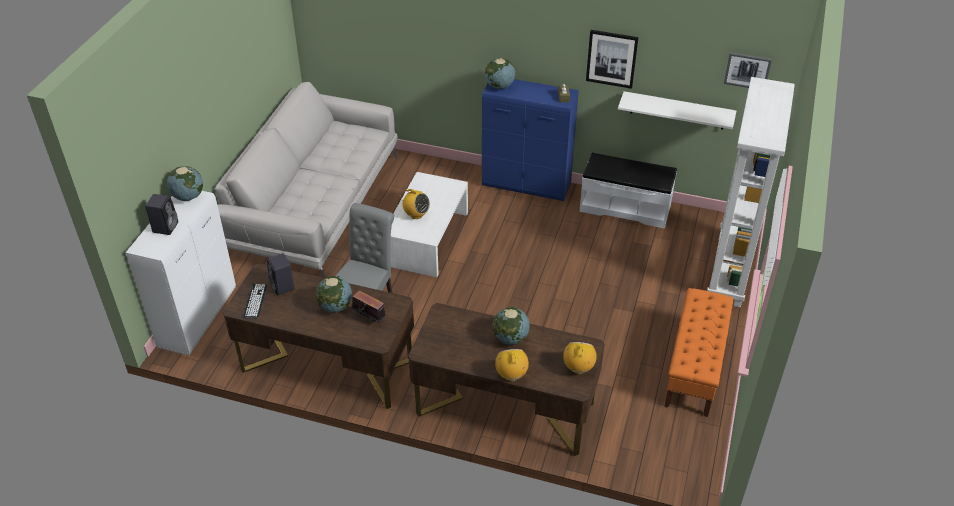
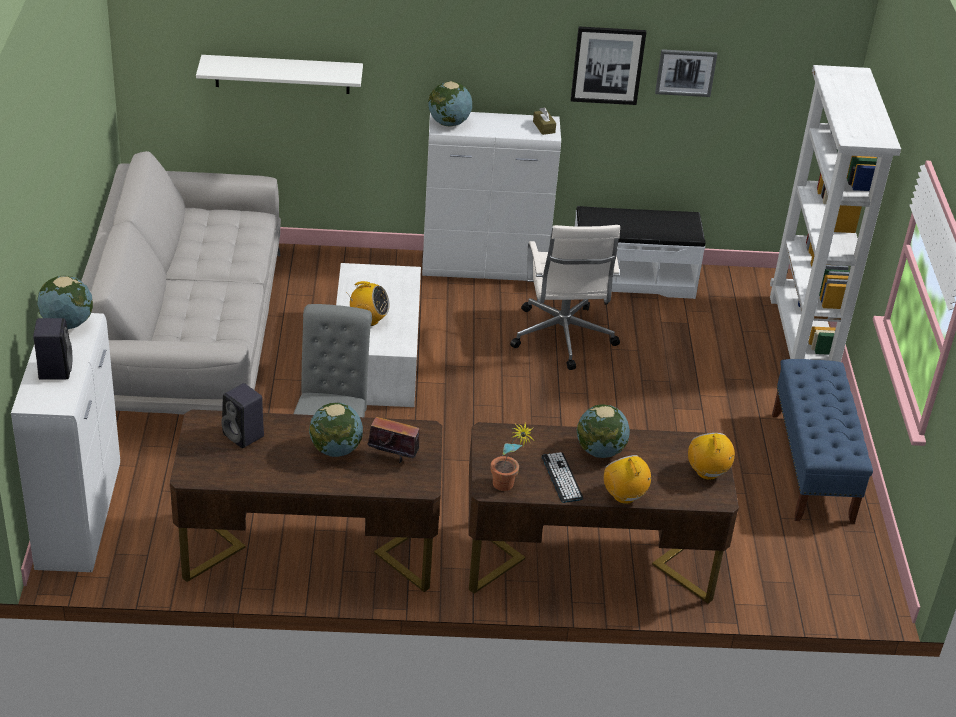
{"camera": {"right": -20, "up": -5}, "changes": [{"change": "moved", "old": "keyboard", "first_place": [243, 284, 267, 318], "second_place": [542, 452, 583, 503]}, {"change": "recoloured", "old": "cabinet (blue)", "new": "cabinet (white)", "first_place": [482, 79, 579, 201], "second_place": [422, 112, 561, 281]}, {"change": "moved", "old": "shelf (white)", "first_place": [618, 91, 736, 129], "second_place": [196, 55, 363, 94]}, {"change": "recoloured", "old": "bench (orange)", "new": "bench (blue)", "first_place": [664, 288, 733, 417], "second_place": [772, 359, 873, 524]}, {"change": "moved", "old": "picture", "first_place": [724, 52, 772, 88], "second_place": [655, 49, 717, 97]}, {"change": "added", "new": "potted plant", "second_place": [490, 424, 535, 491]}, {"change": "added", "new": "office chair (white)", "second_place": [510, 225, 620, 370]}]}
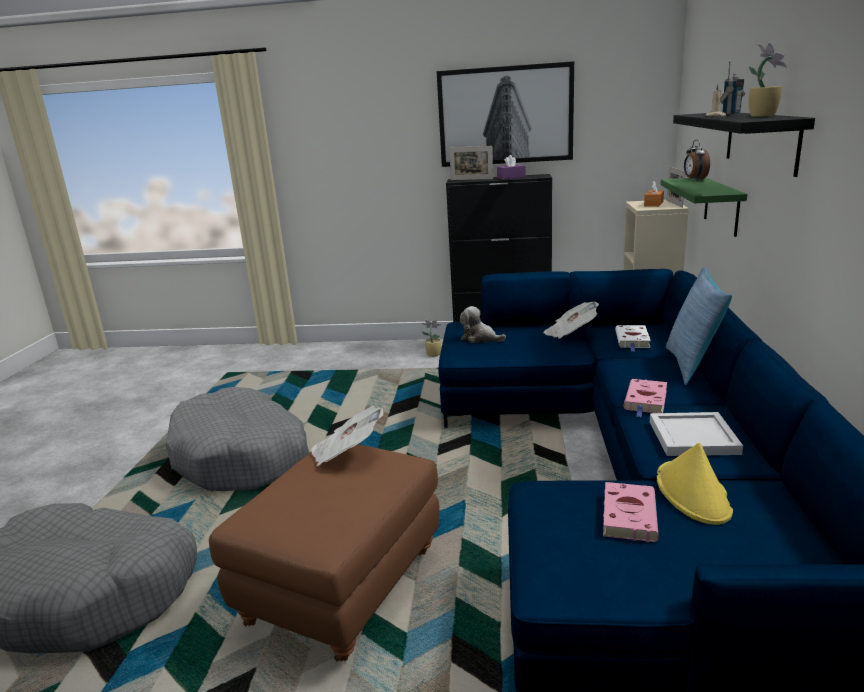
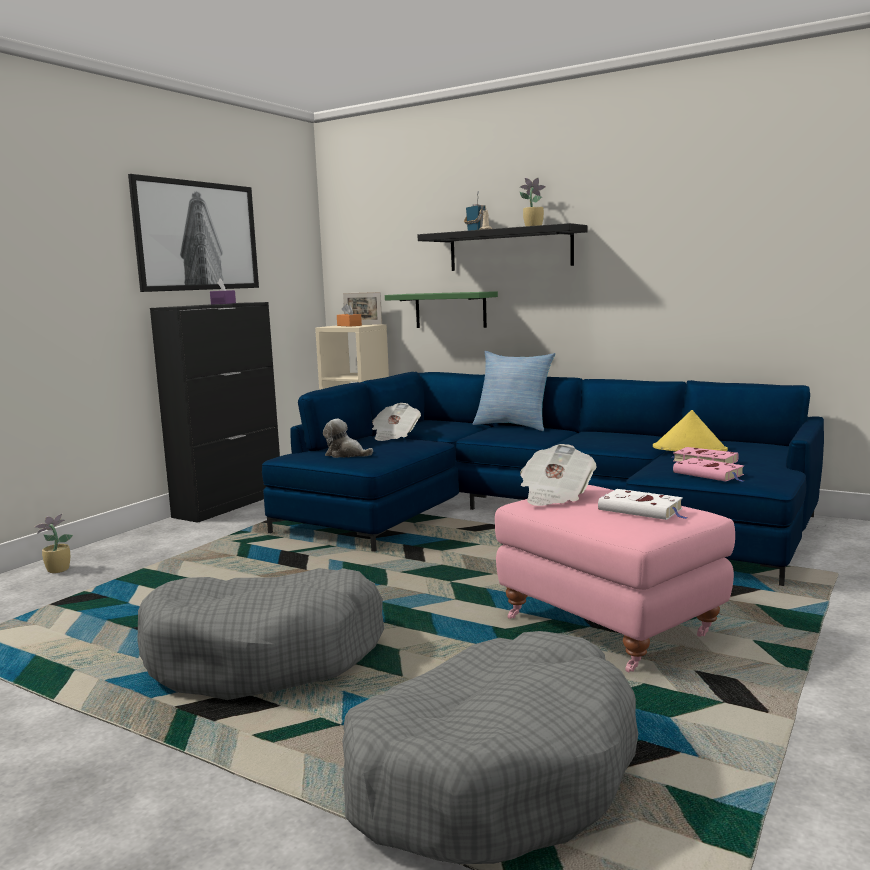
{"camera": {"right": -65, "up": -10}, "changes": [{"change": "recoloured", "old": "ottoman (brown)", "new": "ottoman (pink)", "first_place": [209, 444, 440, 662], "second_place": [495, 485, 735, 673]}, {"change": "moved", "old": "potted plant", "first_place": [421, 320, 442, 357], "second_place": [34, 513, 73, 573]}, {"change": "removed", "old": "picture frame", "first_place": [449, 146, 493, 180]}, {"change": "turned", "old": "plush toy", "first_place": [460, 306, 506, 343], "second_place": [323, 419, 373, 458], "degrees": 60}, {"change": "moved", "old": "book (white)", "first_place": [615, 325, 651, 351], "second_place": [598, 489, 689, 520]}, {"change": "moved", "old": "book (pink)", "first_place": [624, 379, 667, 417], "second_place": [673, 458, 744, 482]}, {"change": "removed", "old": "tray (white)", "first_place": [650, 412, 743, 456]}, {"change": "removed", "old": "alarm clock", "first_place": [684, 140, 710, 181]}]}
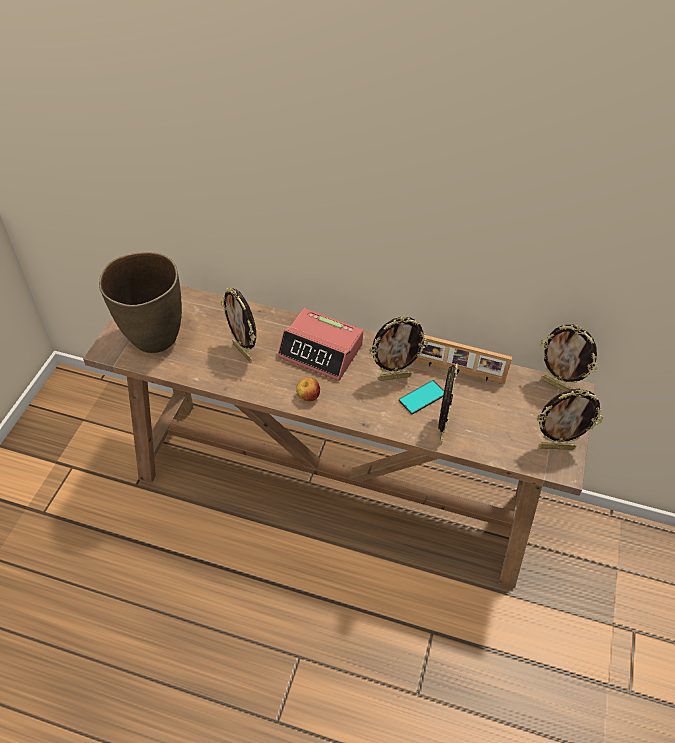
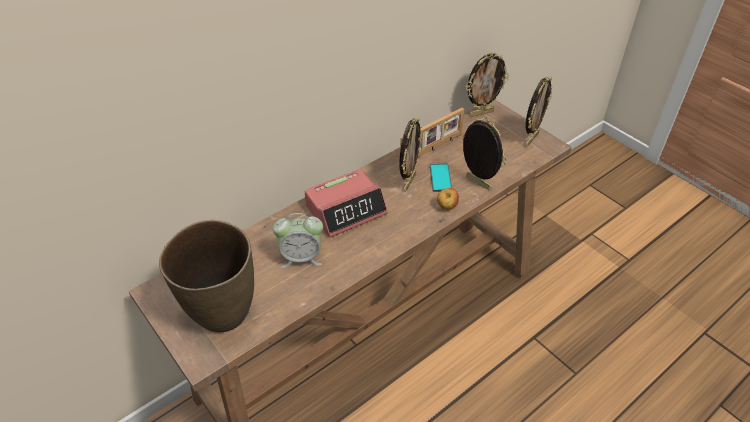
{"camera": {"right": -55, "up": -5}, "changes": [{"change": "replaced", "old": "picture frame", "new": "alarm clock", "first_place": [221, 288, 256, 362], "second_place": [273, 213, 323, 268]}, {"change": "moved", "old": "apple", "first_place": [296, 377, 320, 401], "second_place": [437, 188, 459, 210]}]}
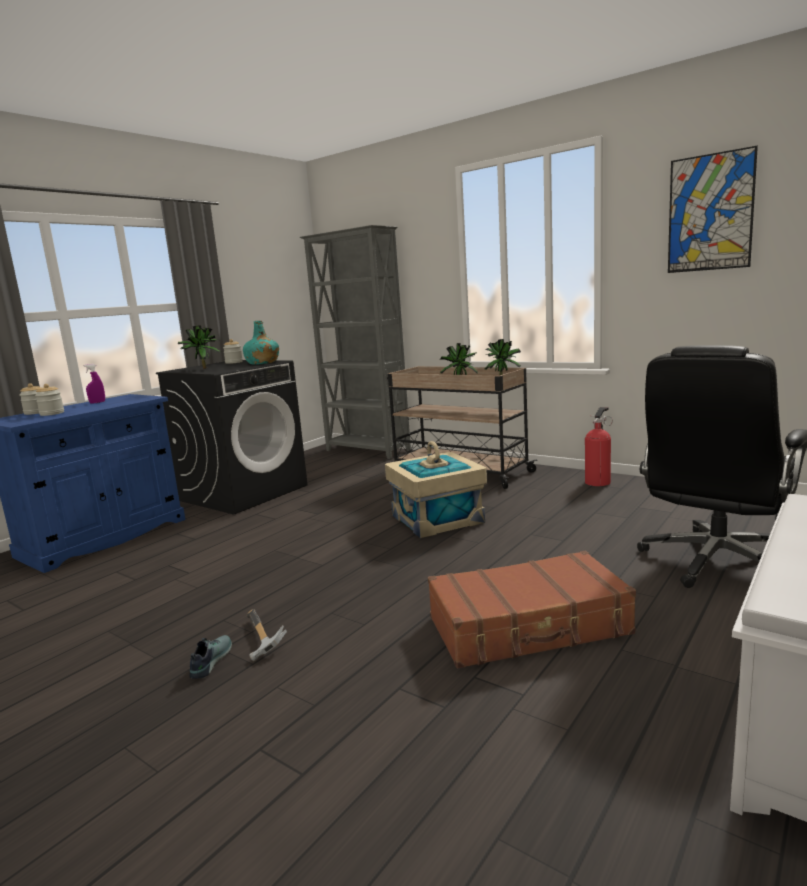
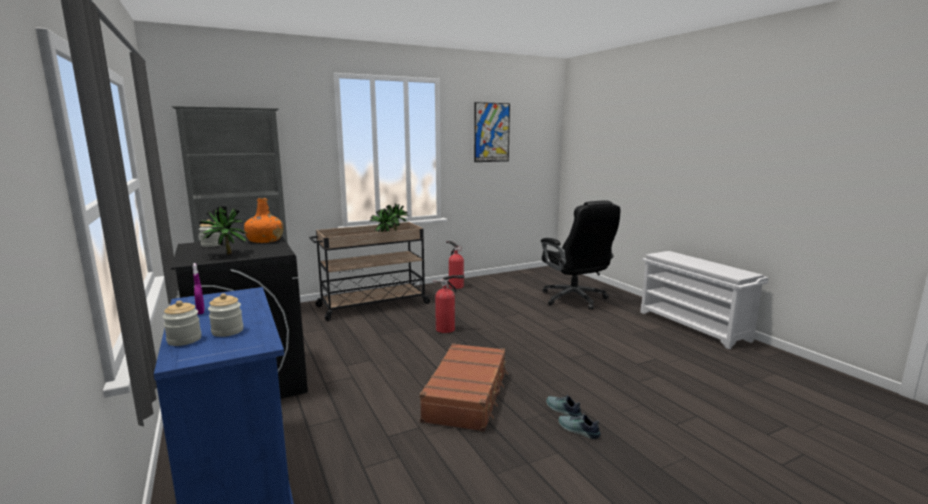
{"camera": {"right": -65, "up": 0}, "changes": [{"change": "recoloured", "old": "bottle (turquoise)", "new": "bottle (orange)", "first_place": [243, 321, 279, 365], "second_place": [244, 198, 284, 243]}, {"change": "replaced", "old": "hammer", "new": "shoe", "first_place": [247, 609, 287, 661], "second_place": [546, 395, 582, 417]}, {"change": "replaced", "old": "storage box (beige)", "new": "fire extinguisher", "first_place": [385, 441, 487, 538], "second_place": [433, 275, 465, 333]}, {"change": "moved", "old": "suitcase (brown)", "first_place": [428, 551, 636, 668], "second_place": [420, 343, 508, 432]}]}
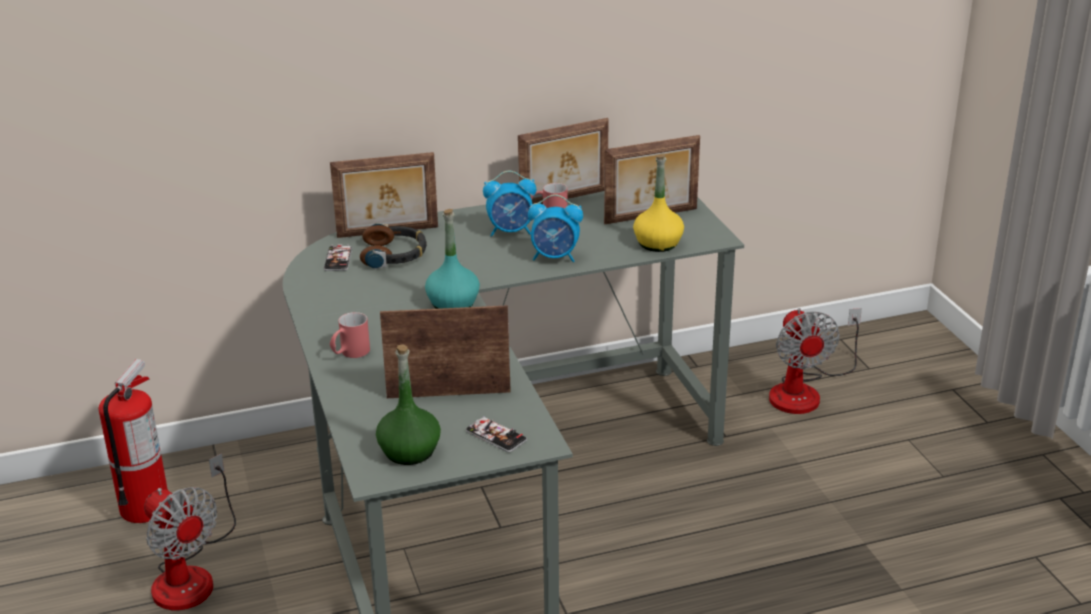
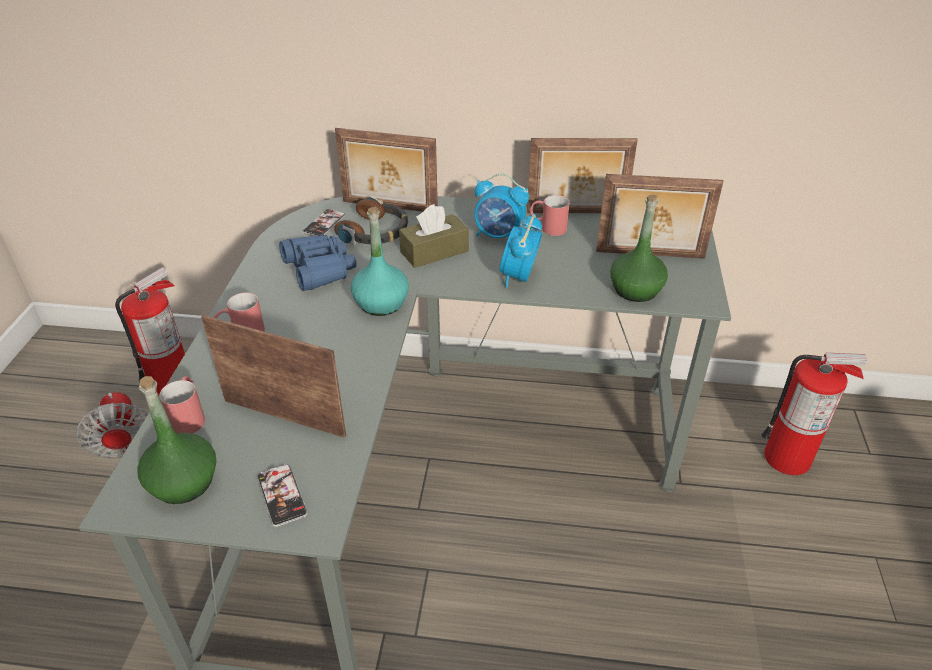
{"camera": {"right": 25, "up": 10}, "changes": [{"change": "turned", "old": "alarm clock", "first_place": [528, 194, 583, 262], "second_place": [499, 214, 542, 288], "degrees": 75}, {"change": "recoloured", "old": "bottle (yellow)", "new": "bottle (green)", "first_place": [633, 154, 684, 252], "second_place": [610, 194, 668, 302]}, {"change": "replaced", "old": "fan", "new": "fire extinguisher", "first_place": [769, 308, 862, 414], "second_place": [761, 353, 867, 475]}, {"change": "added", "new": "mug (red)", "second_place": [159, 376, 205, 434]}, {"change": "added", "new": "binoculars (blue)", "second_place": [279, 235, 357, 291]}, {"change": "added", "new": "tissue box (brown)", "second_place": [399, 204, 469, 268]}]}
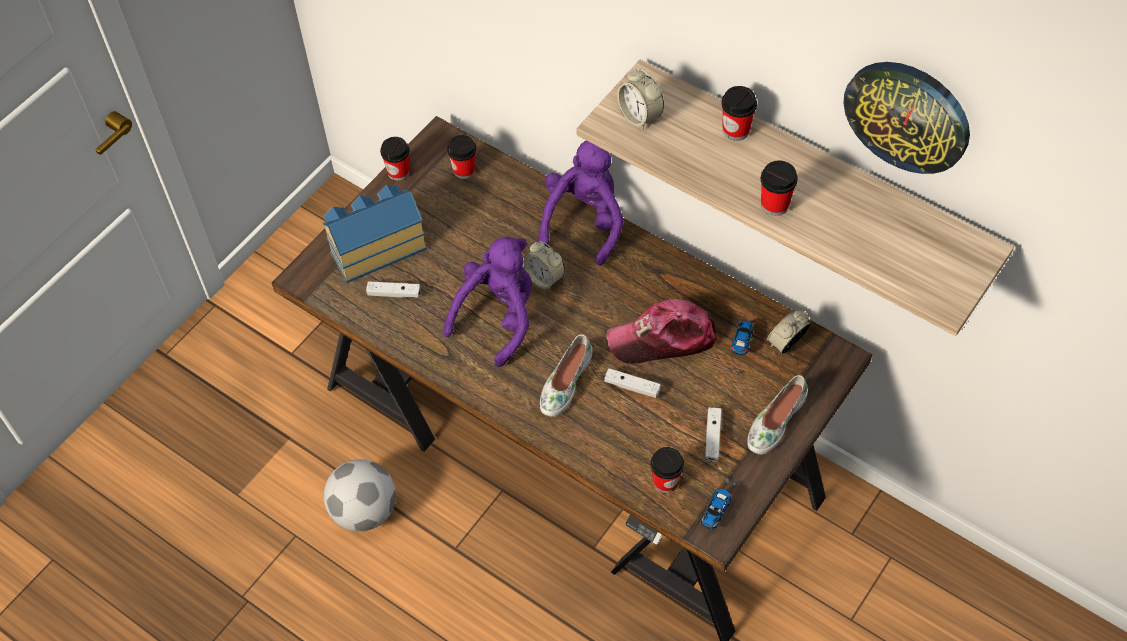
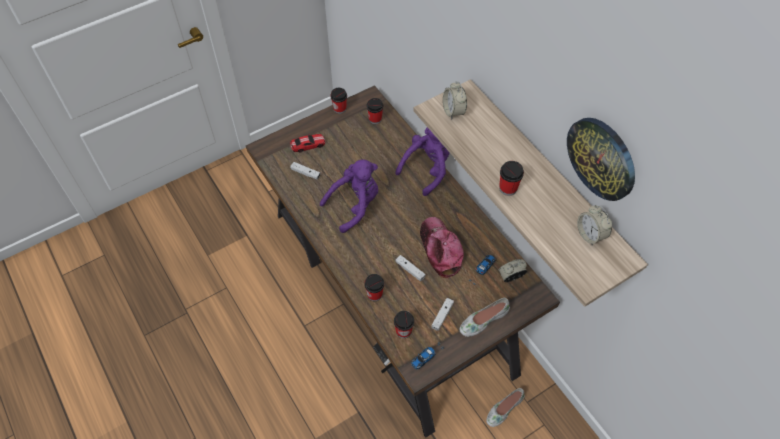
{"camera": {"right": 20, "up": 0}, "changes": [{"change": "replaced", "old": "toy house", "new": "toy car", "first_place": [323, 185, 427, 283], "second_place": [290, 134, 325, 152]}, {"change": "removed", "old": "football", "first_place": [324, 459, 396, 532]}, {"change": "moved", "old": "alarm clock", "first_place": [523, 241, 565, 291], "second_place": [577, 205, 612, 246]}, {"change": "moved", "old": "shoe (white)", "first_place": [540, 334, 593, 417], "second_place": [486, 388, 525, 427]}, {"change": "turned", "old": "cap", "first_place": [606, 299, 717, 364], "second_place": [420, 217, 464, 278], "degrees": 60}, {"change": "moved", "old": "cup", "first_place": [721, 86, 757, 141], "second_place": [364, 274, 384, 301]}]}
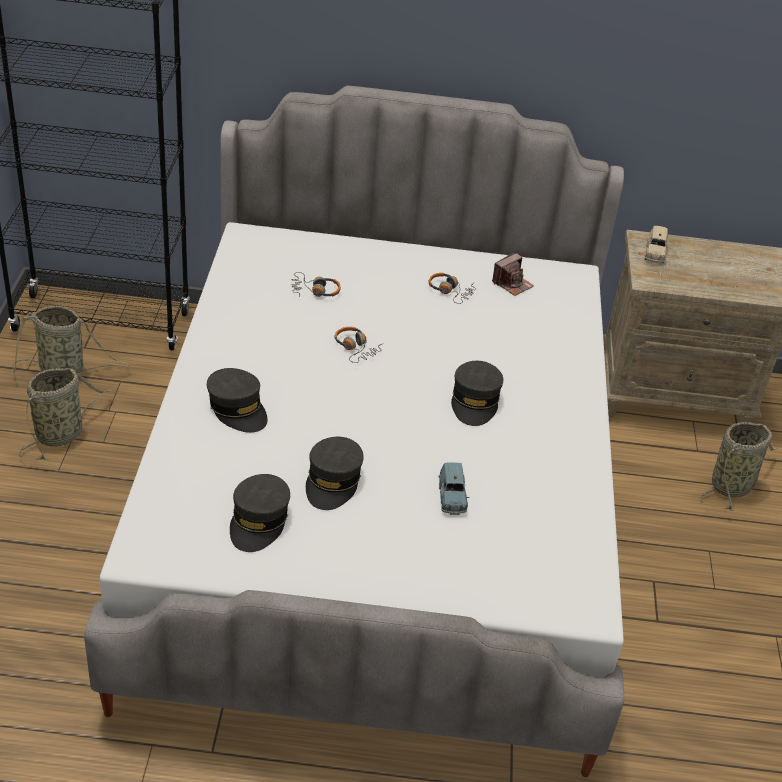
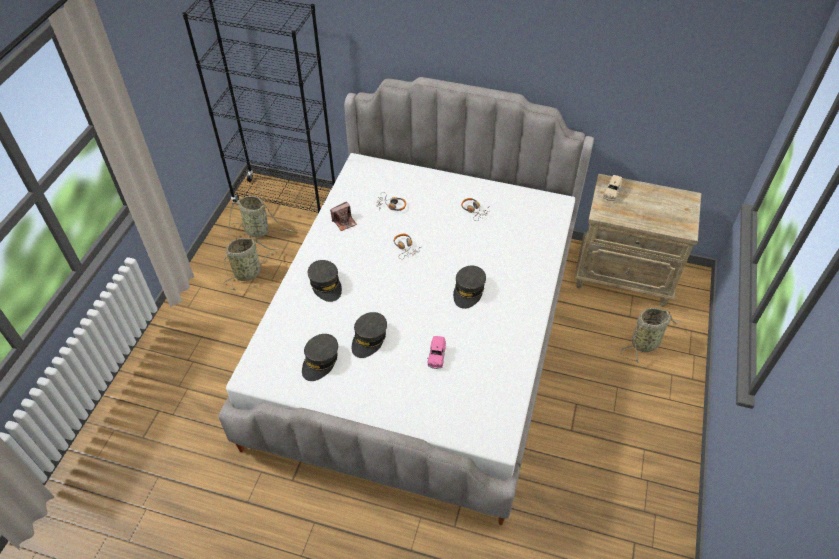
{"camera": {"right": 15, "up": 10}, "changes": [{"change": "recoloured", "old": "toy car (blue)", "new": "toy car (pink)", "first_place": [439, 463, 469, 515], "second_place": [427, 336, 446, 369]}, {"change": "moved", "old": "photo camera", "first_place": [492, 252, 534, 296], "second_place": [330, 202, 357, 231]}]}
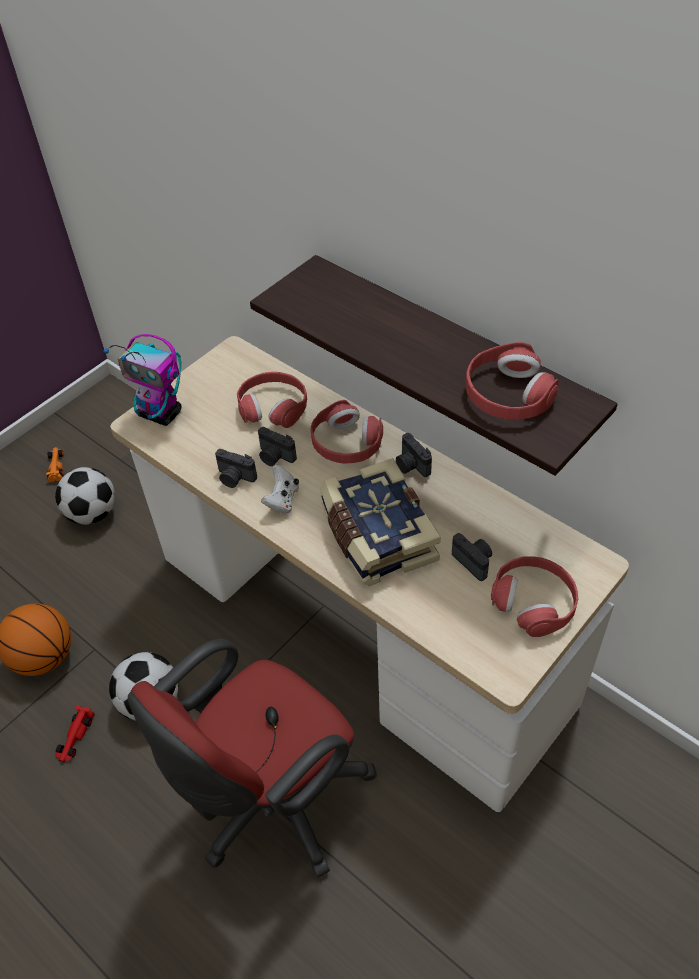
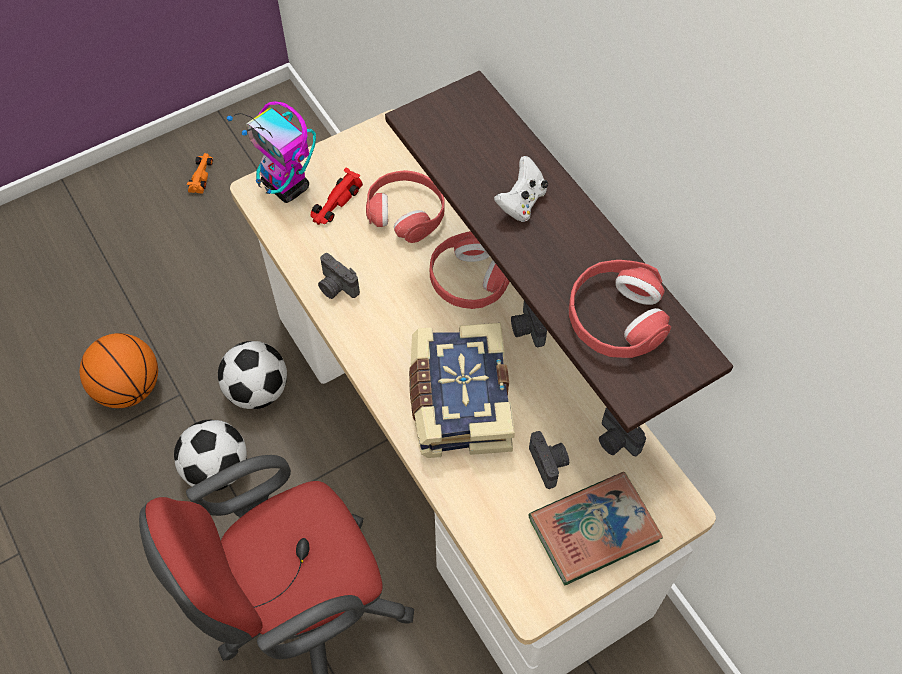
{"camera": {"right": 15, "up": 10}, "changes": [{"change": "moved", "old": "football", "first_place": [55, 467, 115, 525], "second_place": [218, 341, 287, 409]}, {"change": "moved", "old": "toy car (red)", "first_place": [55, 705, 95, 763], "second_place": [310, 168, 363, 225]}, {"change": "moved", "old": "photo camera", "first_place": [258, 427, 297, 466], "second_place": [599, 408, 646, 456]}, {"change": "moved", "old": "game controller (white)", "first_place": [261, 465, 299, 514], "second_place": [494, 156, 548, 222]}, {"change": "replaced", "old": "headphones (red)", "new": "book", "first_place": [491, 557, 578, 637], "second_place": [528, 472, 663, 585]}]}
